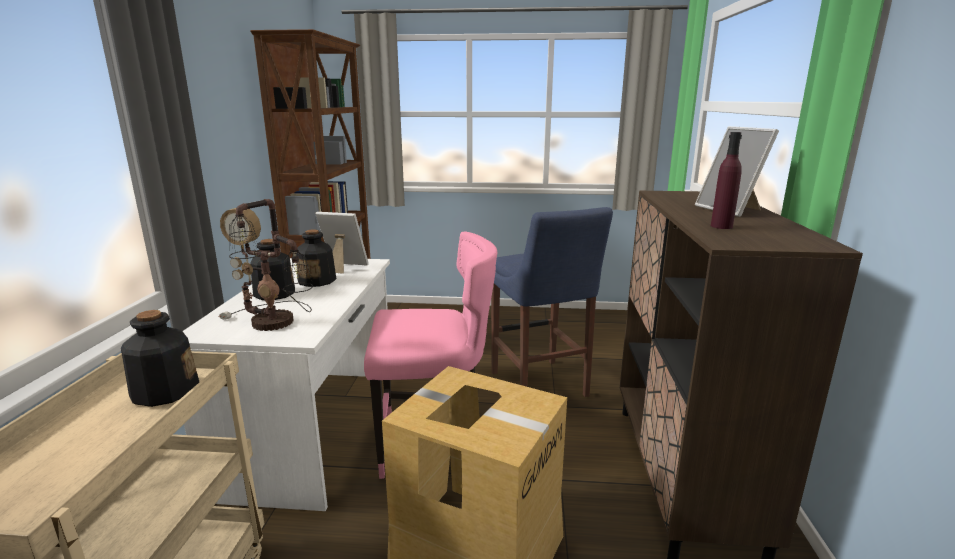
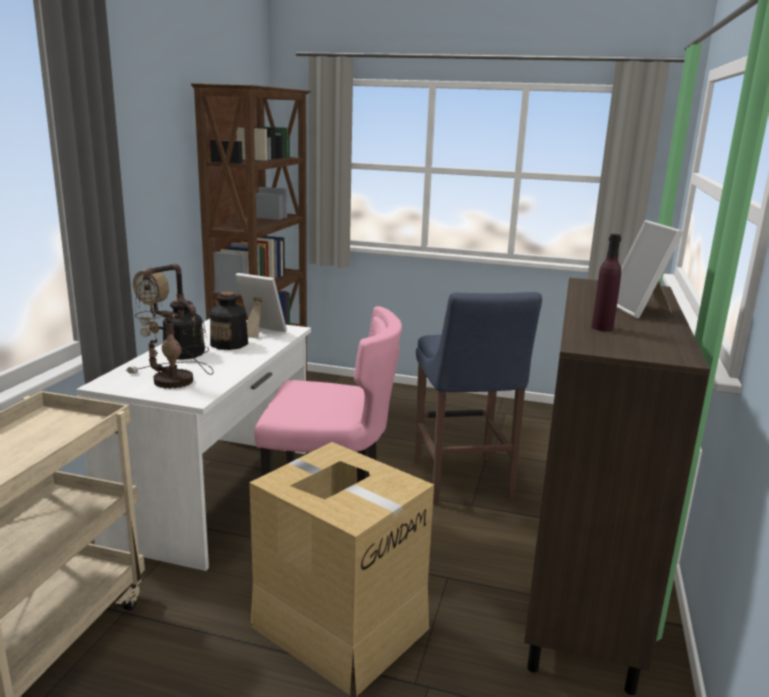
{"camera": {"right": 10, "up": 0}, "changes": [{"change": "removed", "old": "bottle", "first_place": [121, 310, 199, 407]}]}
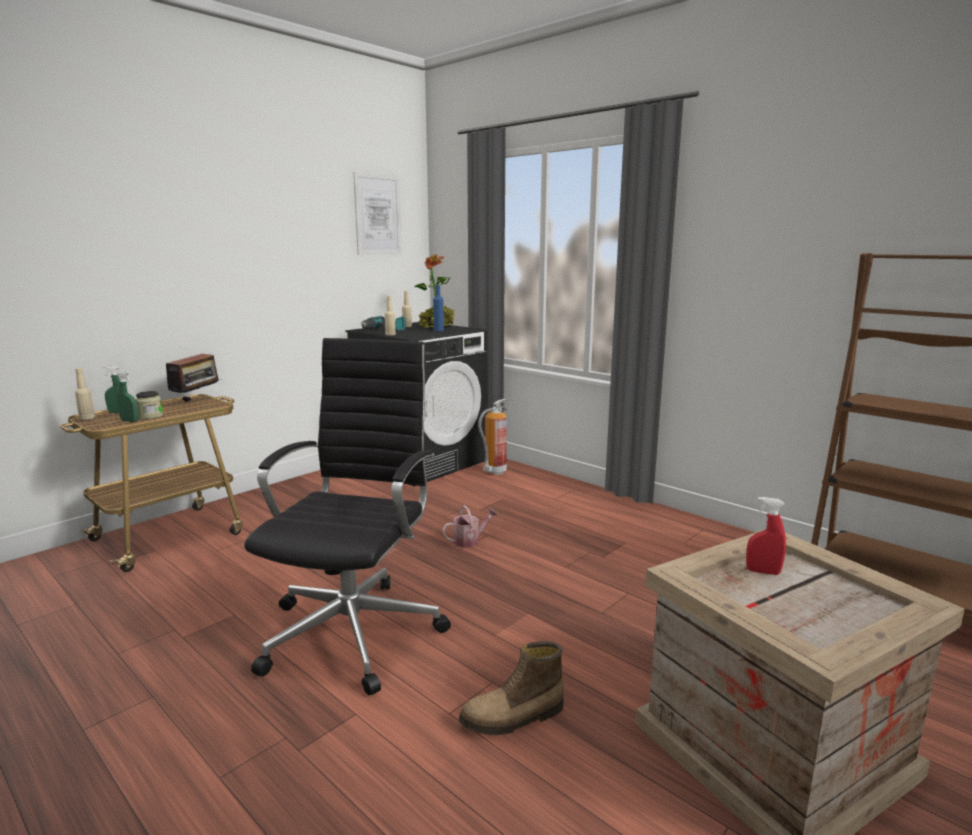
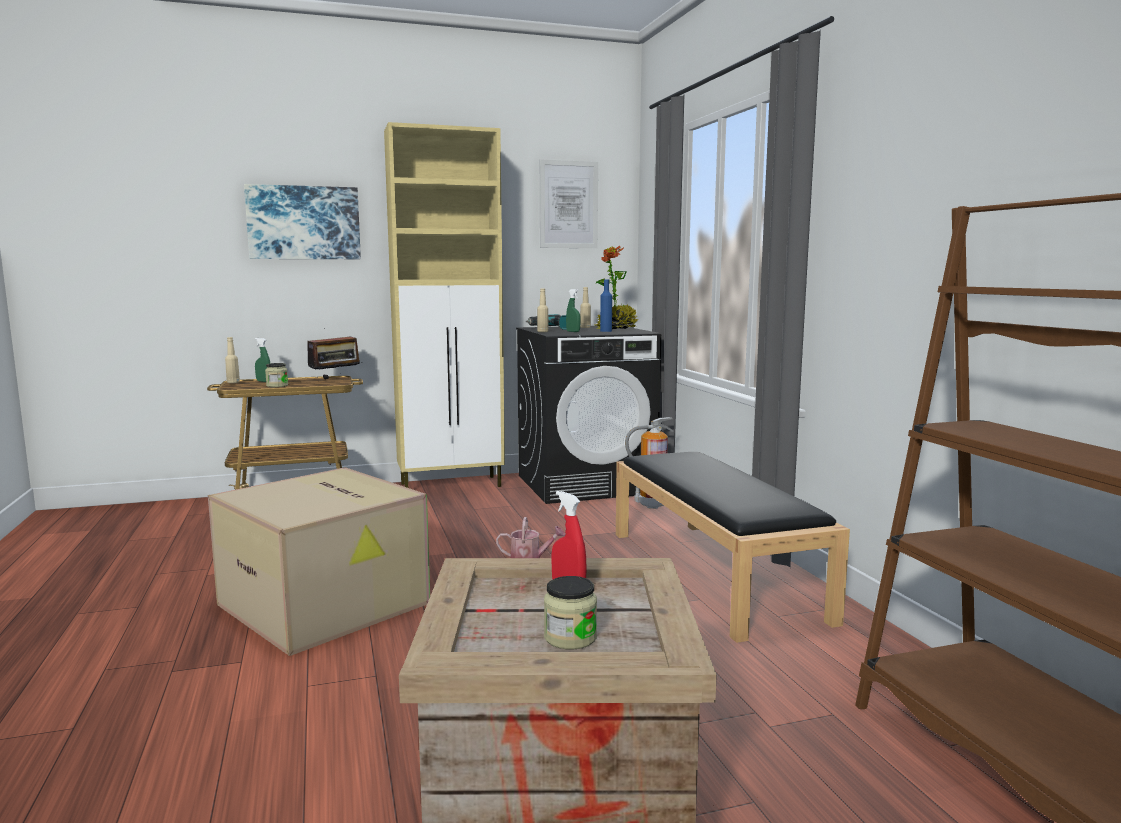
{"camera": {"right": 30, "up": -5}, "changes": [{"change": "moved", "old": "spray bottle (green)", "first_place": [117, 371, 139, 422], "second_place": [566, 289, 581, 332]}, {"change": "replaced", "old": "office chair (black)", "new": "cardboard box", "first_place": [244, 338, 451, 695], "second_place": [208, 467, 430, 656]}, {"change": "removed", "old": "boot", "first_place": [459, 641, 564, 735]}, {"change": "added", "new": "picture", "second_place": [244, 184, 361, 259]}, {"change": "added", "new": "cabinet (beige)", "second_place": [384, 122, 505, 488]}, {"change": "added", "new": "jar", "second_place": [544, 576, 597, 649]}, {"change": "added", "new": "bench (black)", "second_place": [616, 452, 850, 643]}]}
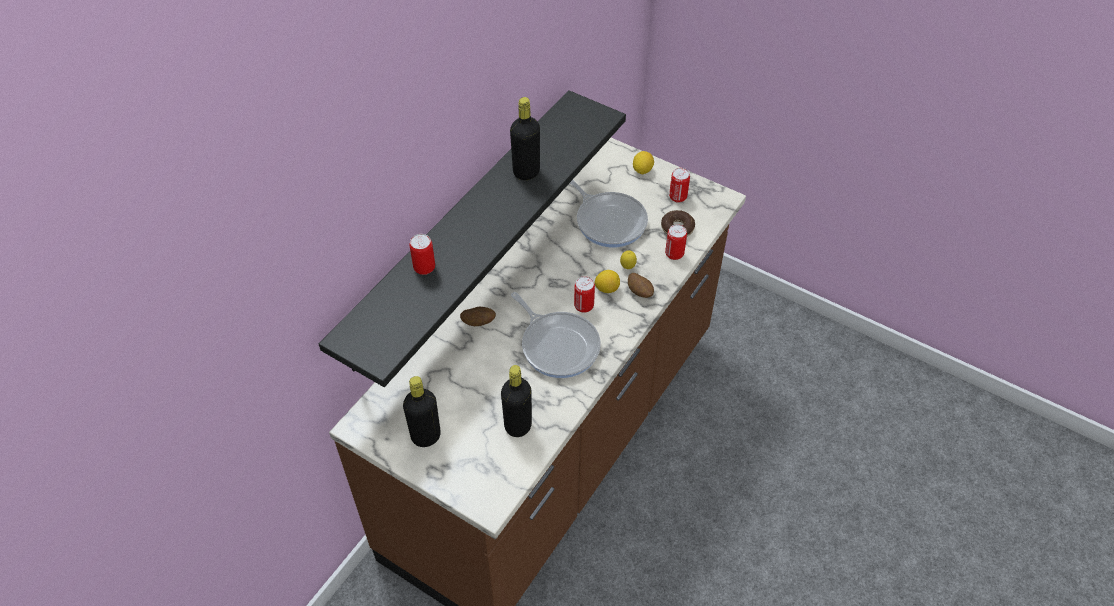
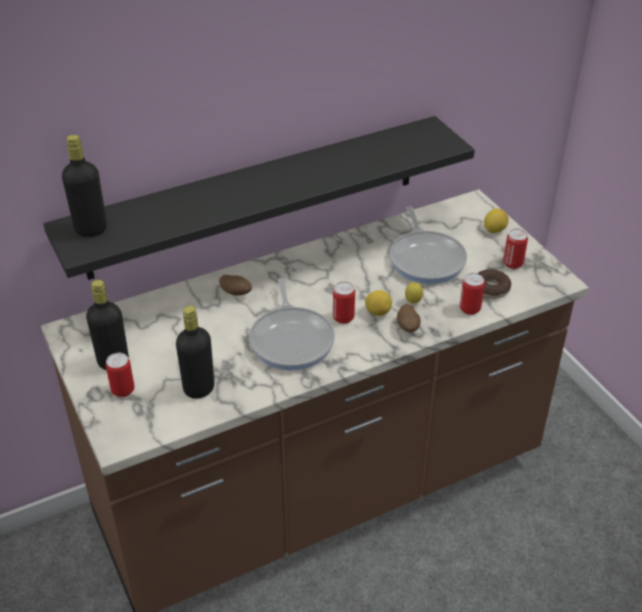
{"camera": {"right": 30, "up": -10}, "changes": [{"change": "moved", "old": "can", "first_place": [410, 234, 435, 275], "second_place": [106, 353, 134, 397]}, {"change": "moved", "old": "bottle (black)", "first_place": [510, 97, 540, 180], "second_place": [62, 135, 107, 237]}]}
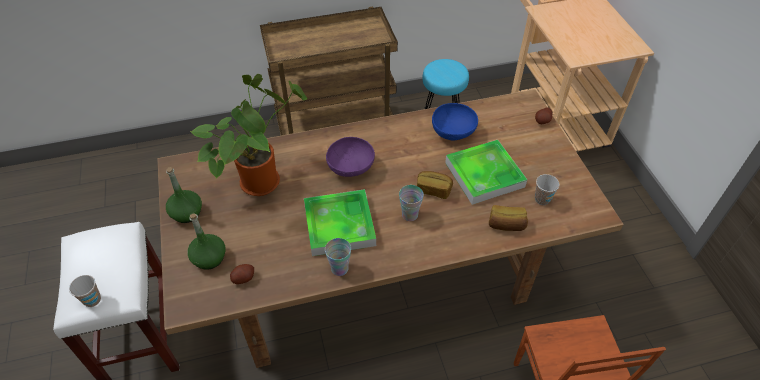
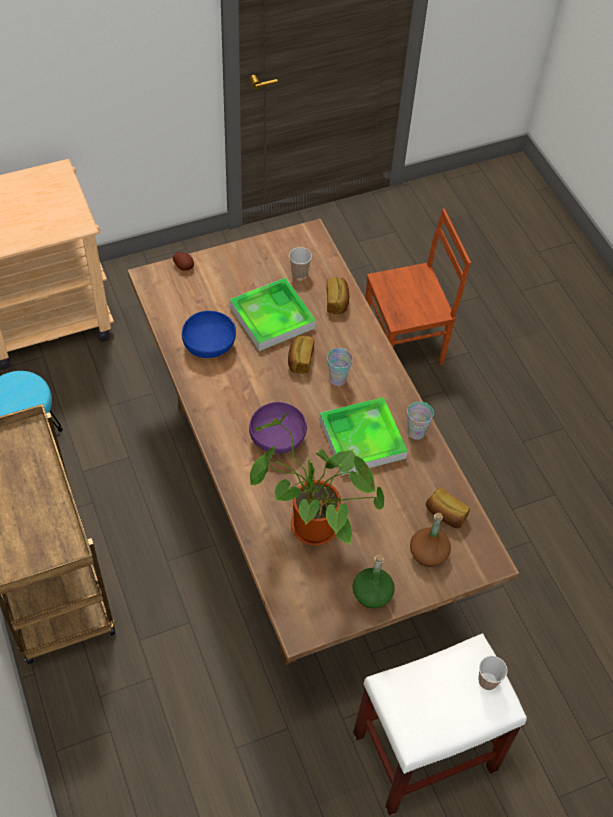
{"camera": {"right": -100, "up": 5}, "changes": [{"change": "recoloured", "old": "bottle (green)", "new": "bottle (brown)", "first_place": [187, 214, 226, 270], "second_place": [410, 513, 451, 567]}, {"change": "replaced", "old": "potato", "new": "bread", "first_place": [230, 264, 254, 284], "second_place": [426, 488, 470, 528]}]}
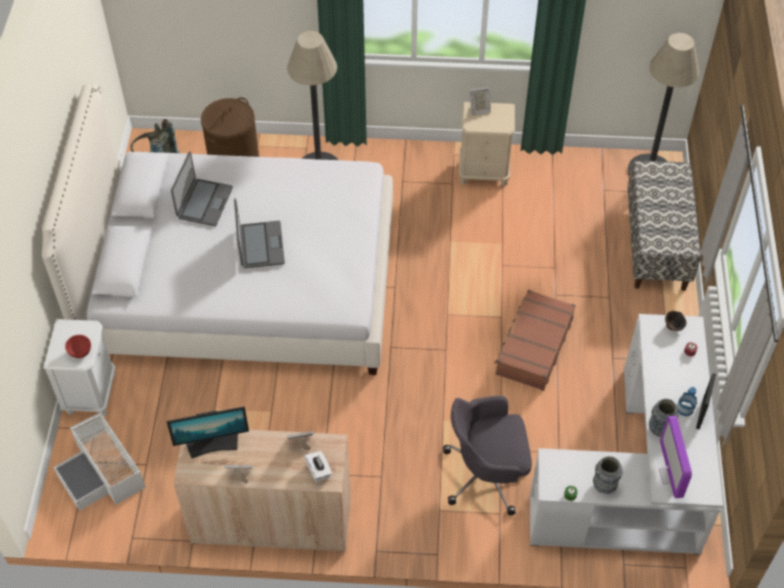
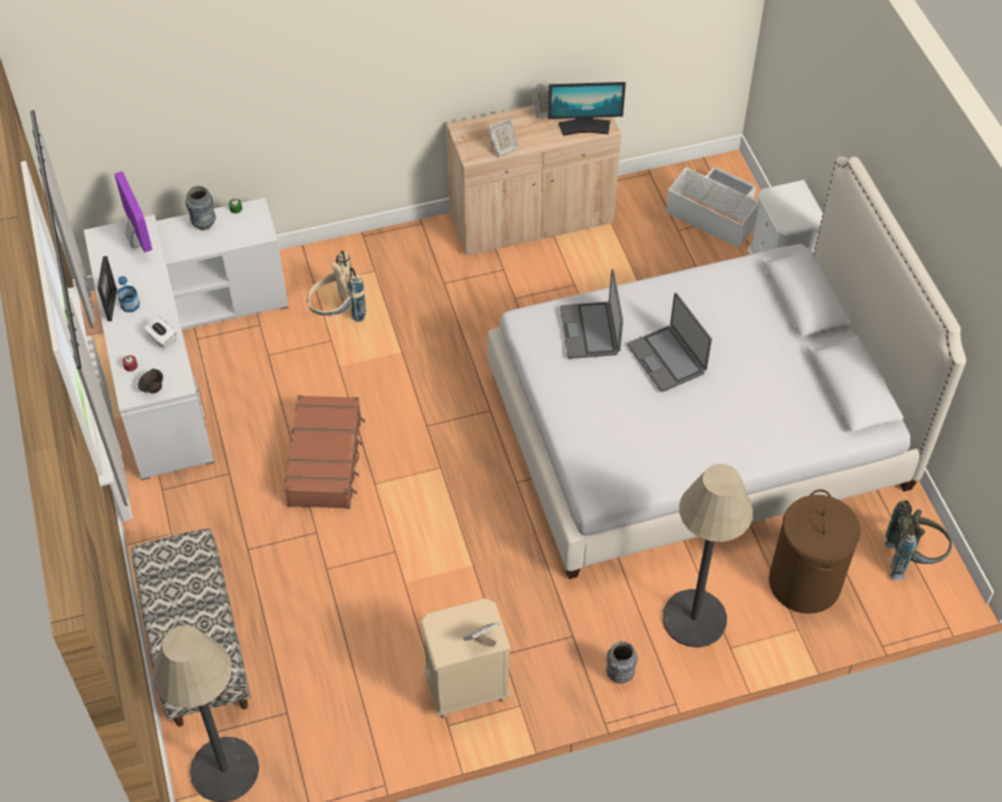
{"camera": {"right": 160, "up": 0}, "changes": [{"change": "removed", "old": "bowl (red)", "first_place": [65, 335, 91, 358]}, {"change": "turned", "old": "monitor", "first_place": [167, 407, 249, 459], "second_place": [548, 82, 626, 136], "degrees": -150}, {"change": "moved", "old": "laptop", "first_place": [171, 152, 233, 226], "second_place": [560, 269, 623, 359]}, {"change": "moved", "old": "tissue box (white)", "first_place": [304, 451, 332, 483], "second_place": [144, 315, 177, 349]}, {"change": "replaced", "old": "office chair (grey)", "new": "backpack (beige)", "first_place": [443, 396, 532, 515], "second_place": [307, 251, 366, 322]}, {"change": "moved", "old": "vase", "first_place": [649, 399, 678, 437], "second_place": [606, 641, 638, 683]}]}
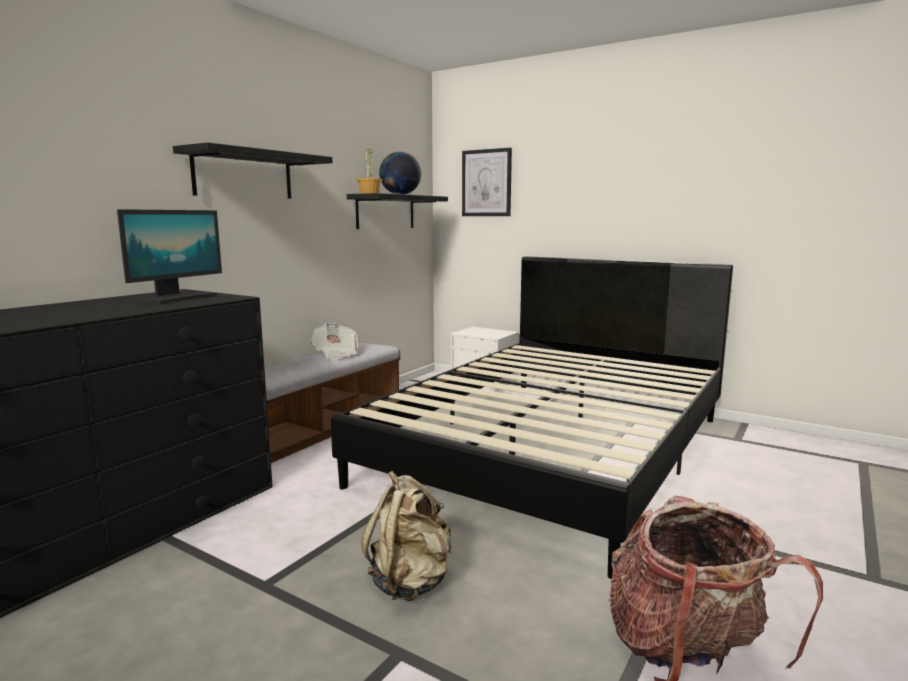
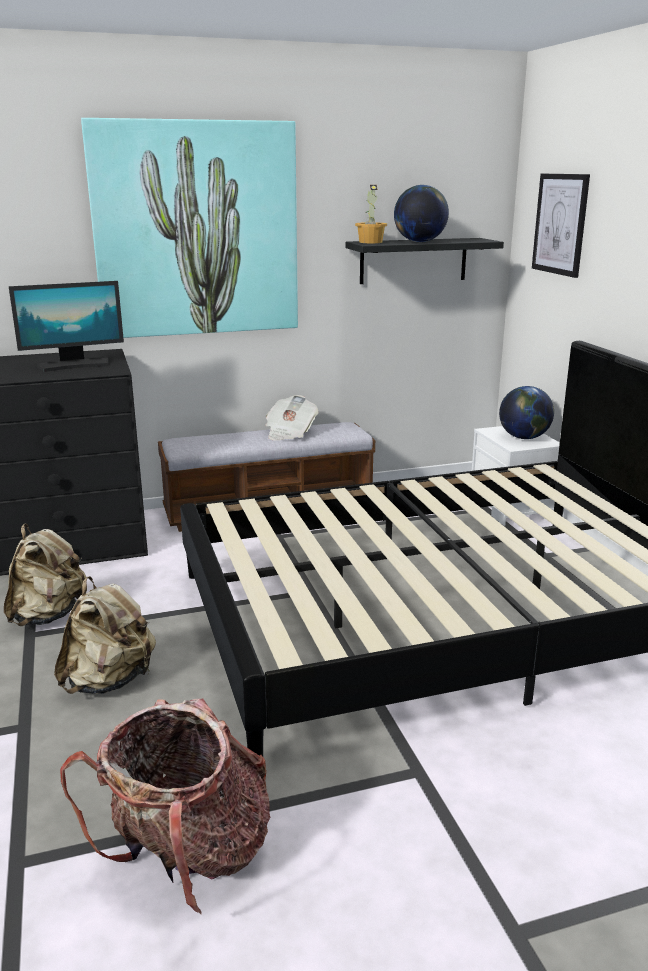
{"camera": {"right": 40, "up": 10}, "changes": [{"change": "replaced", "old": "shelf (black)", "new": "picture", "first_place": [173, 142, 333, 199], "second_place": [81, 118, 298, 338]}, {"change": "added", "new": "backpack (beige)", "second_place": [4, 524, 86, 626]}, {"change": "added", "new": "globe", "second_place": [499, 386, 554, 439]}]}
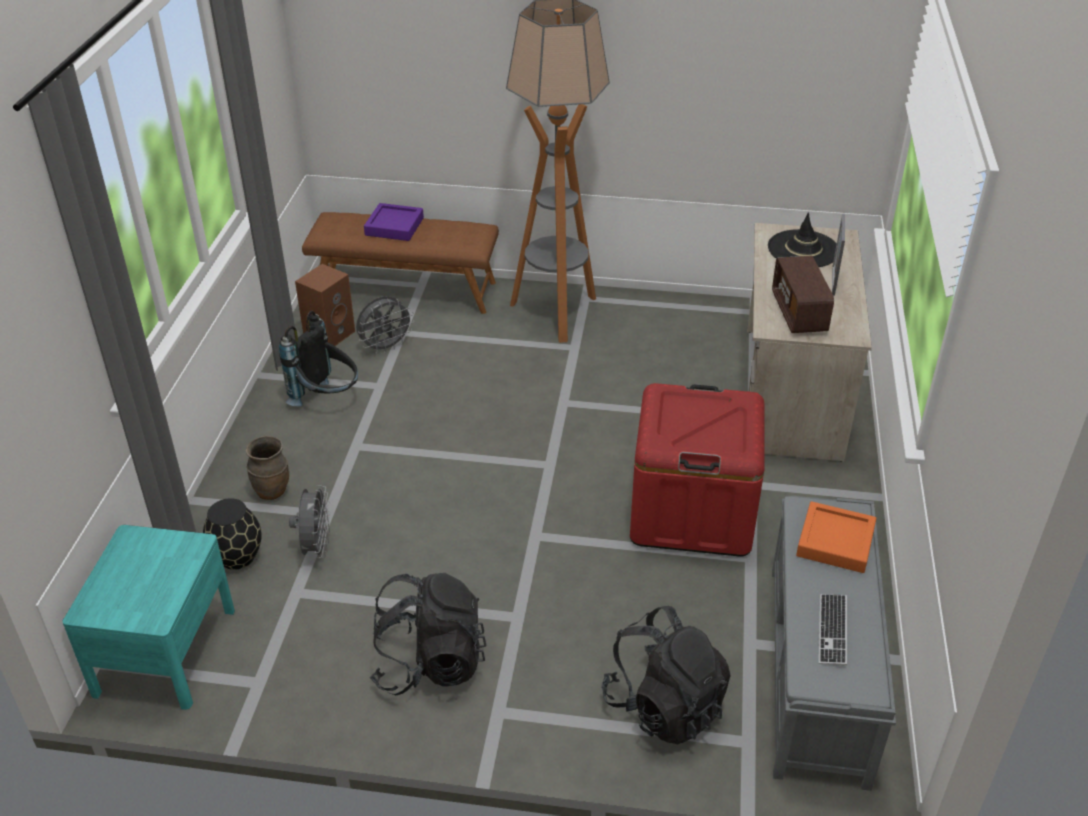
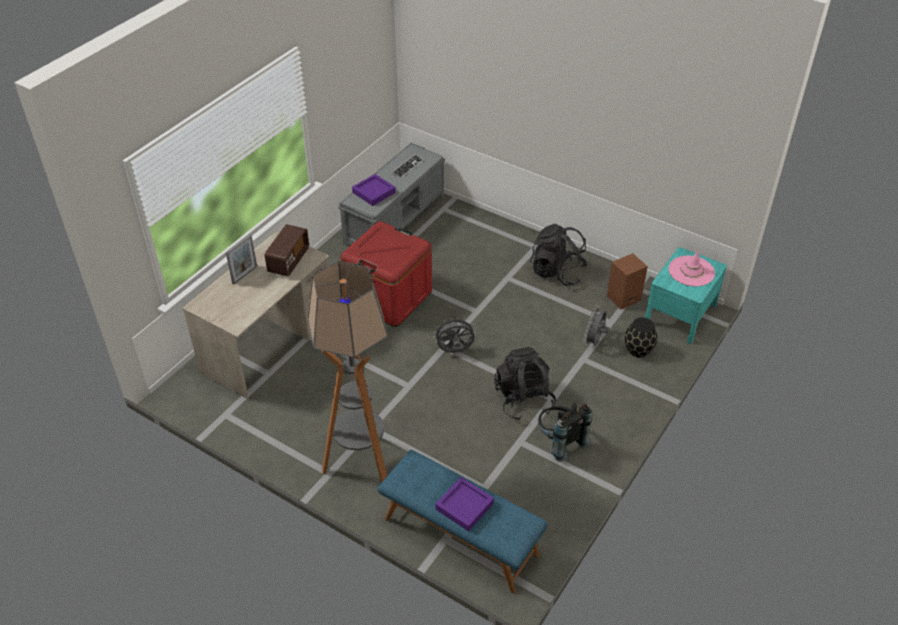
{"camera": {"right": -155, "up": 5}, "changes": [{"change": "removed", "old": "vase (brown)", "first_place": [246, 436, 289, 500]}, {"change": "moved", "old": "speaker (brown)", "first_place": [295, 264, 355, 346], "second_place": [607, 253, 648, 309]}, {"change": "recoloured", "old": "bench (brown)", "new": "bench (blue)", "first_place": [302, 212, 499, 314], "second_place": [378, 450, 548, 593]}, {"change": "moved", "old": "fan (grey)", "first_place": [356, 296, 415, 354], "second_place": [433, 317, 475, 353]}, {"change": "moved", "old": "backpack (black)", "first_place": [601, 606, 731, 745], "second_place": [494, 347, 556, 421]}, {"change": "removed", "old": "hat (black)", "first_place": [768, 212, 837, 267]}, {"change": "recoloured", "old": "tray (orange)", "new": "tray (purple)", "first_place": [796, 501, 876, 573], "second_place": [352, 174, 396, 206]}, {"change": "added", "new": "hat (pink)", "second_place": [669, 251, 715, 286]}]}
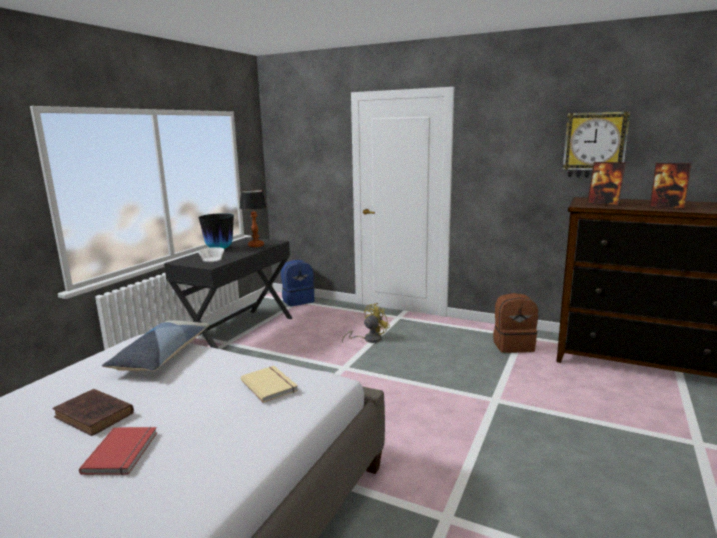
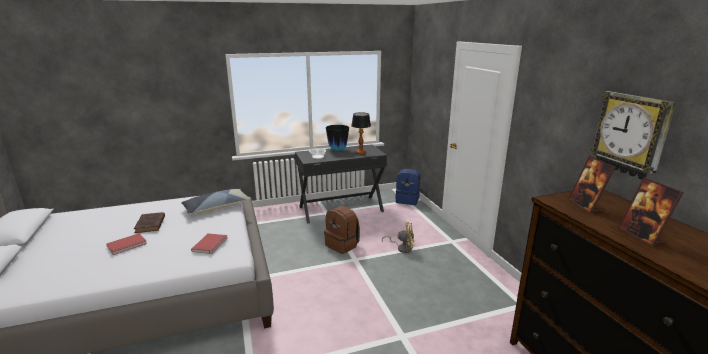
{"camera": {"right": 45, "up": 5}, "changes": [{"change": "recoloured", "old": "book (beige)", "new": "book (red)", "first_place": [241, 366, 298, 403], "second_place": [191, 234, 227, 254]}, {"change": "moved", "old": "backpack (brown)", "first_place": [493, 293, 538, 353], "second_place": [324, 206, 360, 254]}]}
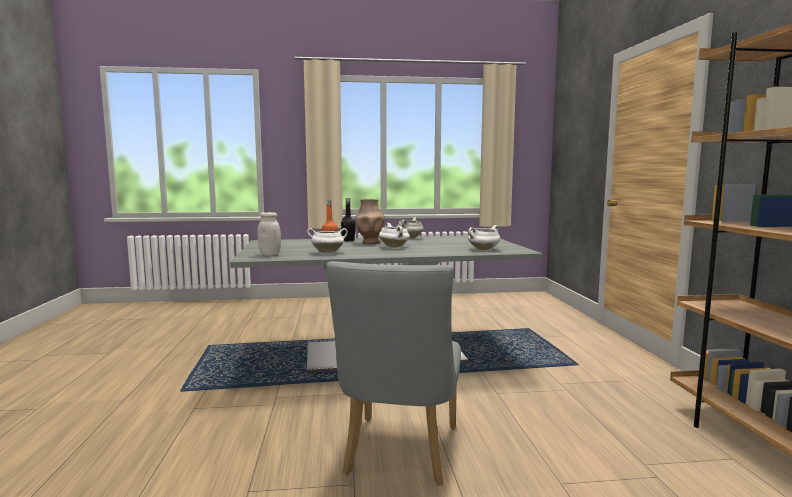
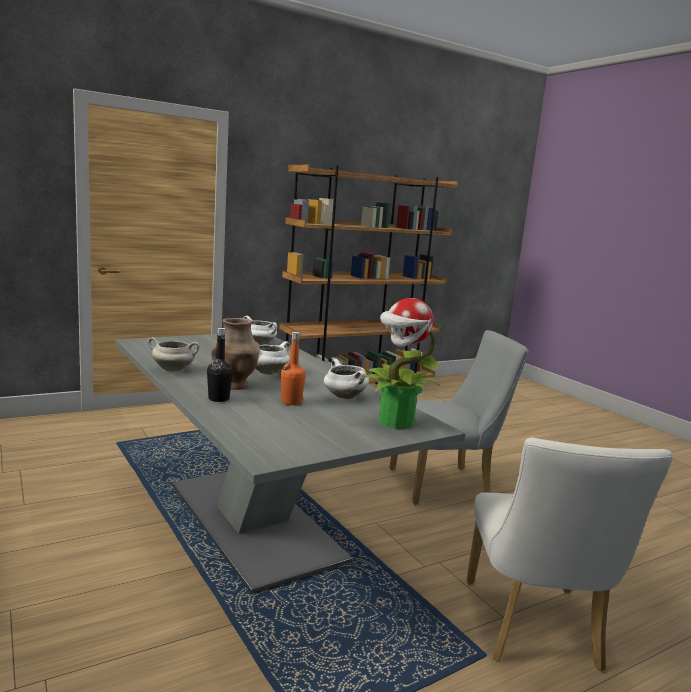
{"camera": {"right": -115, "up": 5}, "changes": [{"change": "replaced", "old": "jar (white)", "new": "potted plant", "first_place": [257, 212, 281, 256], "second_place": [359, 298, 440, 429]}, {"change": "added", "new": "chair (white)", "second_place": [467, 438, 672, 671]}]}
